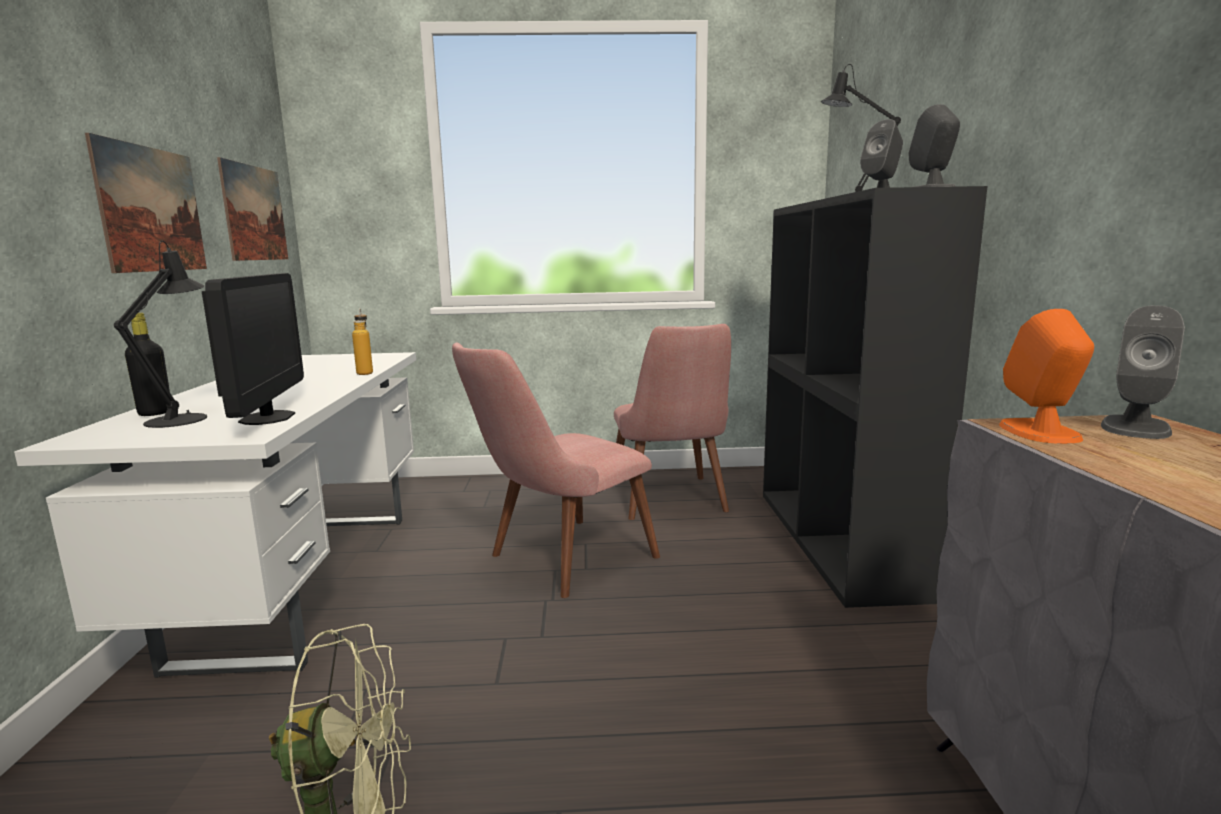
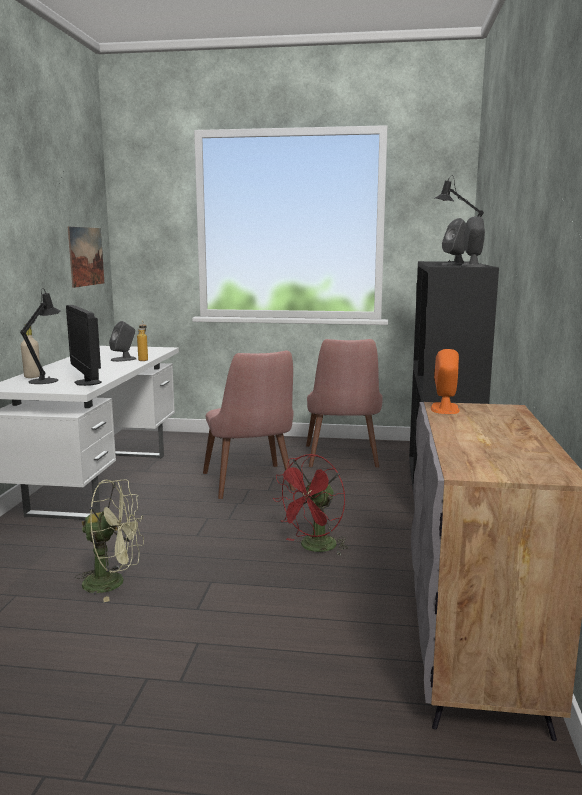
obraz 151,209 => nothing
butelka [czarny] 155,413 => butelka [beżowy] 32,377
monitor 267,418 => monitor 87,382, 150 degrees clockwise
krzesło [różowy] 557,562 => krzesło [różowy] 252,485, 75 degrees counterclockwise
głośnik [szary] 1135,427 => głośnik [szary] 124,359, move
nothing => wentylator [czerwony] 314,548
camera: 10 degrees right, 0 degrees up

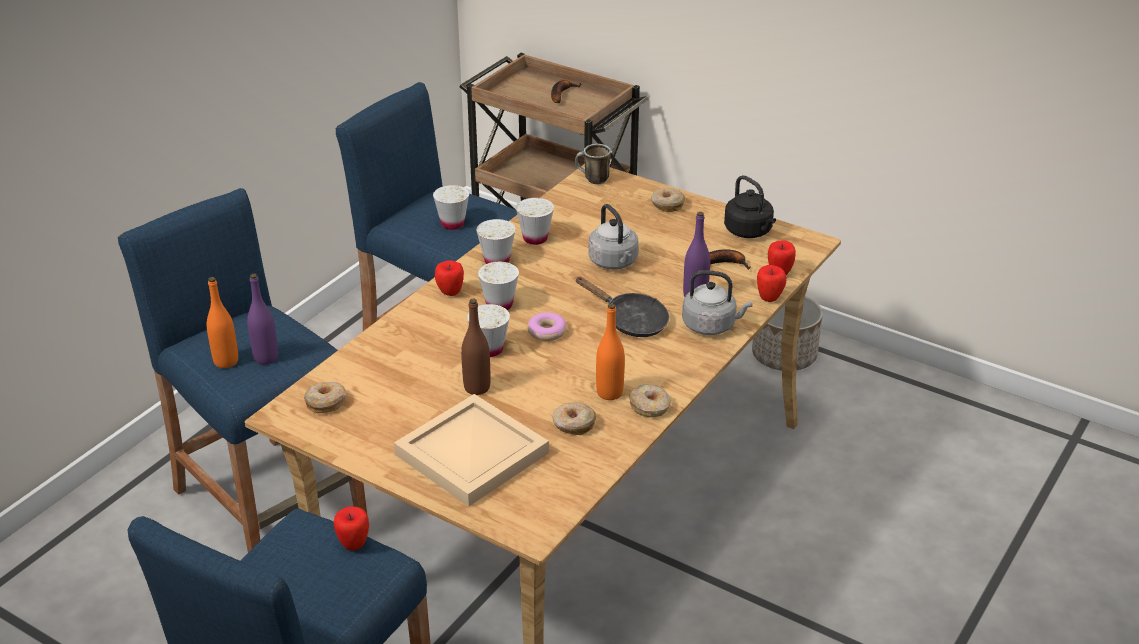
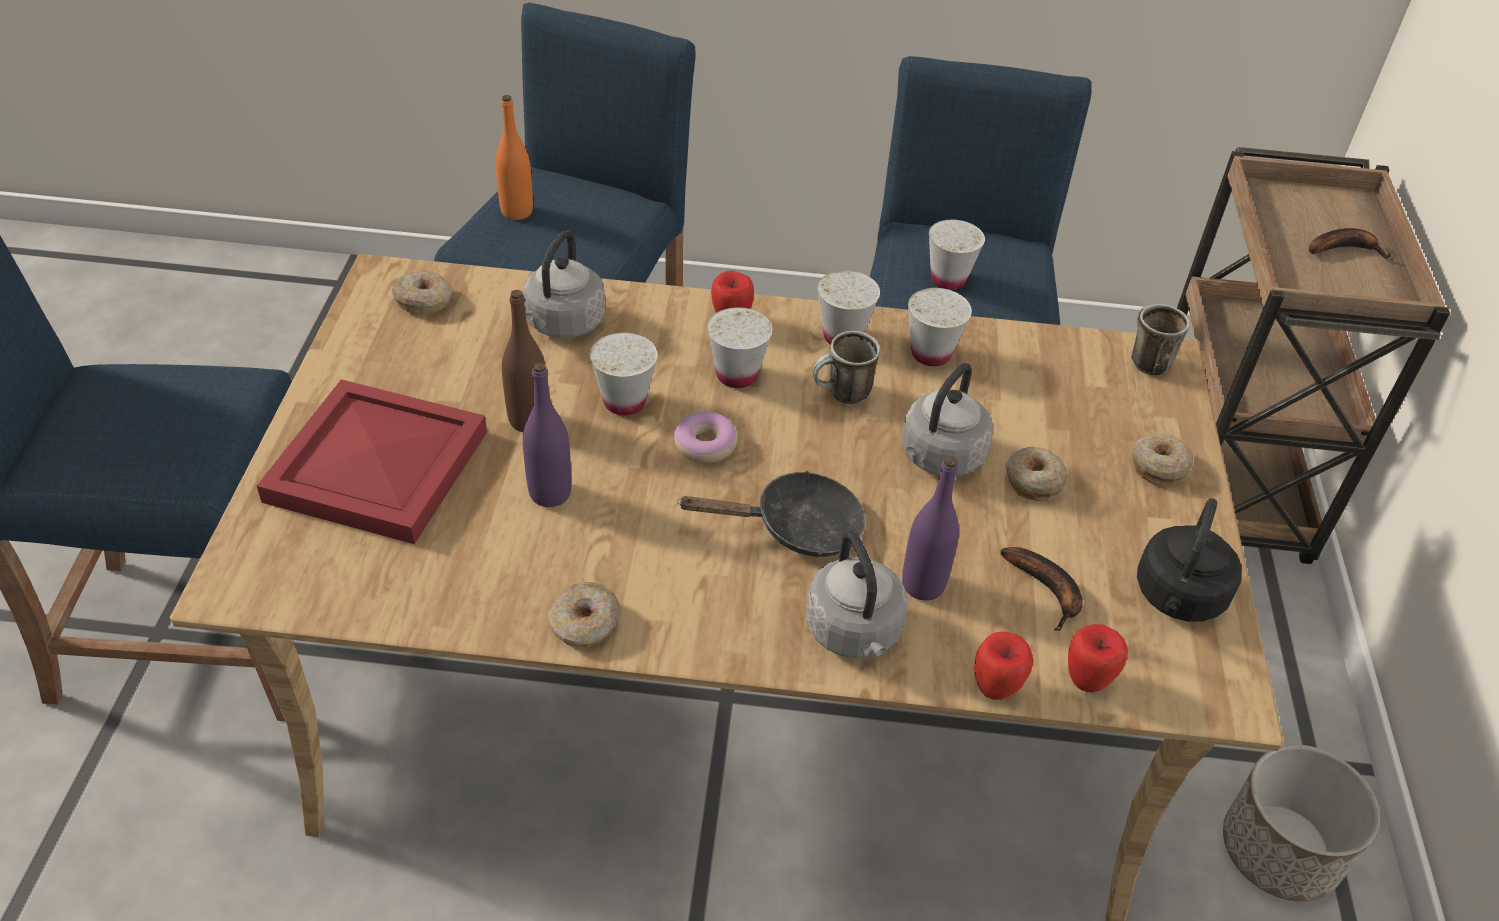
butelka [fioletowy] 266,358 => butelka [fioletowy] 550,493, move
jabłko 354,544 => nothing
taca [beżowy] 472,452 => taca [czerwony] 381,465
donut 573,424 => donut 1033,481, move
patelnia [czarny] 630,321 => patelnia [czarny] 796,527, 105 degrees counterclockwise
butelka [pomarańczowy] 609,393 => nothing
nothing => czajnik [szary] 563,324
nothing => kubek 842,396
camera: 60 degrees right, 10 degrees up

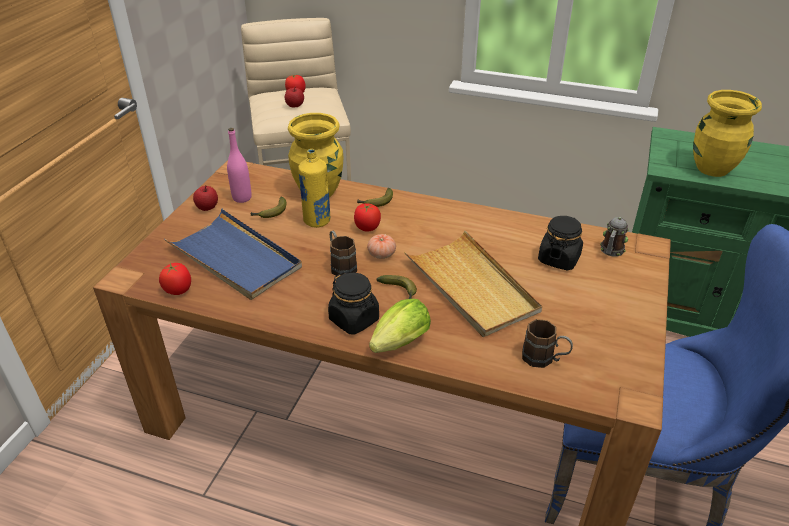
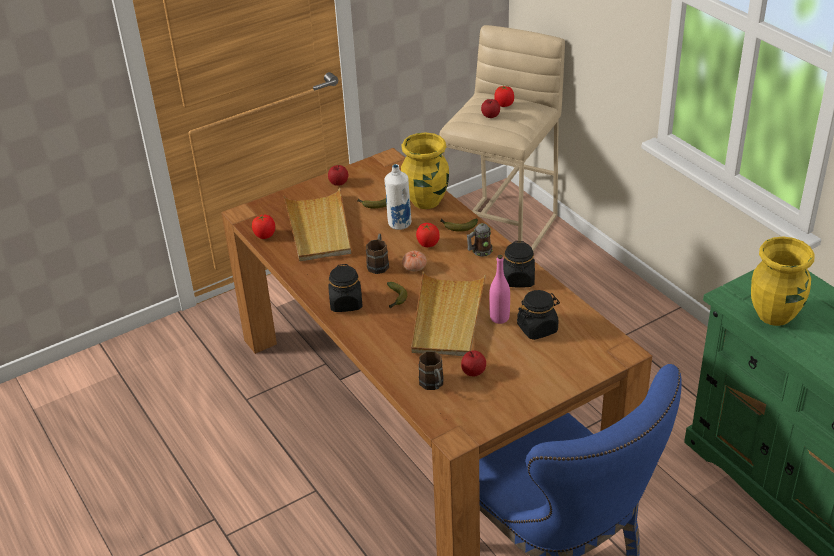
taca [niebieski] 235,258 => taca [beżowy] 319,228
butelka [różowy] 242,198 => butelka [różowy] 499,318, move
butelka [żółty] 317,221 => butelka [biały] 399,224
sałata 398,345 => nothing
kubek 611,252 => kubek 479,251, move
nothing => jabłko 473,372
nothing => słoik [czarny] 518,279
camera: 40 degrees right, 0 degrees up

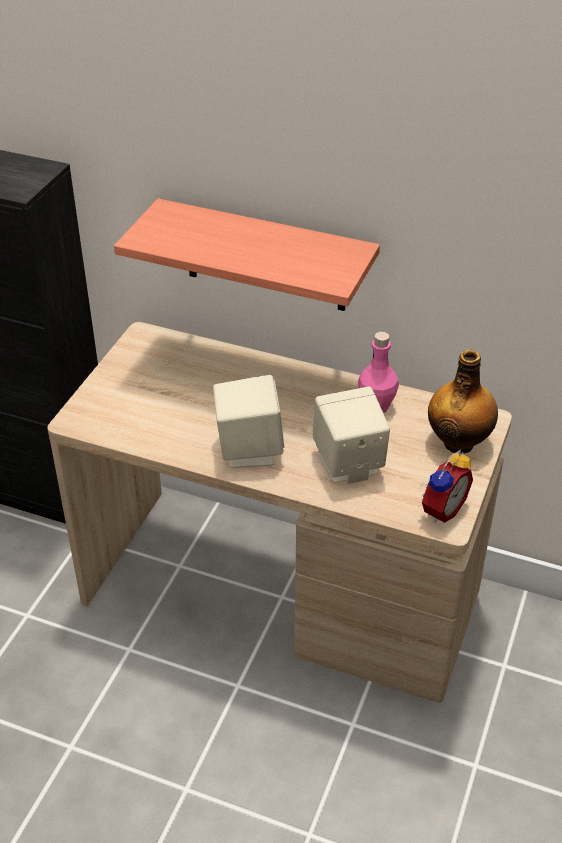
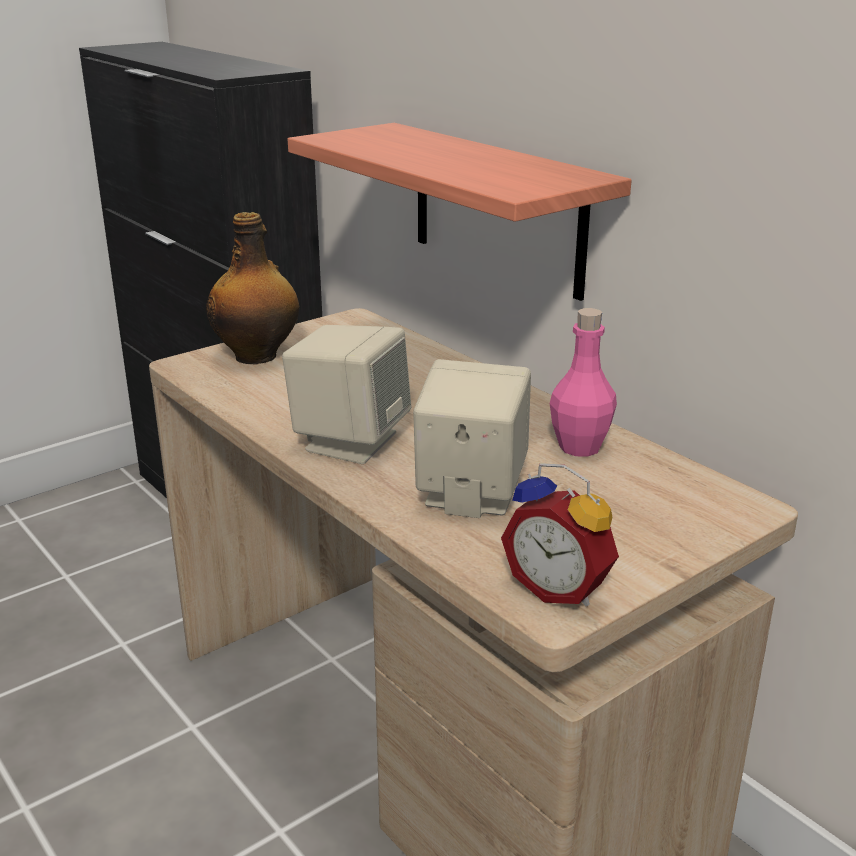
budzik 440,509 => budzik 560,588, 60 degrees clockwise
butelka 459,442 => butelka 257,356, move
camera: 30 degrees right, 15 degrees down

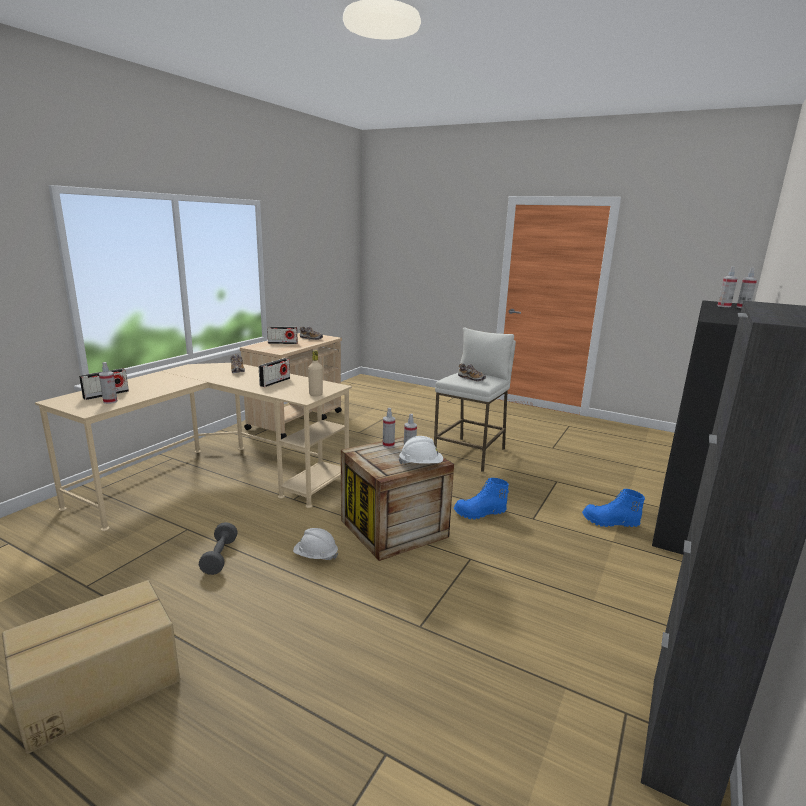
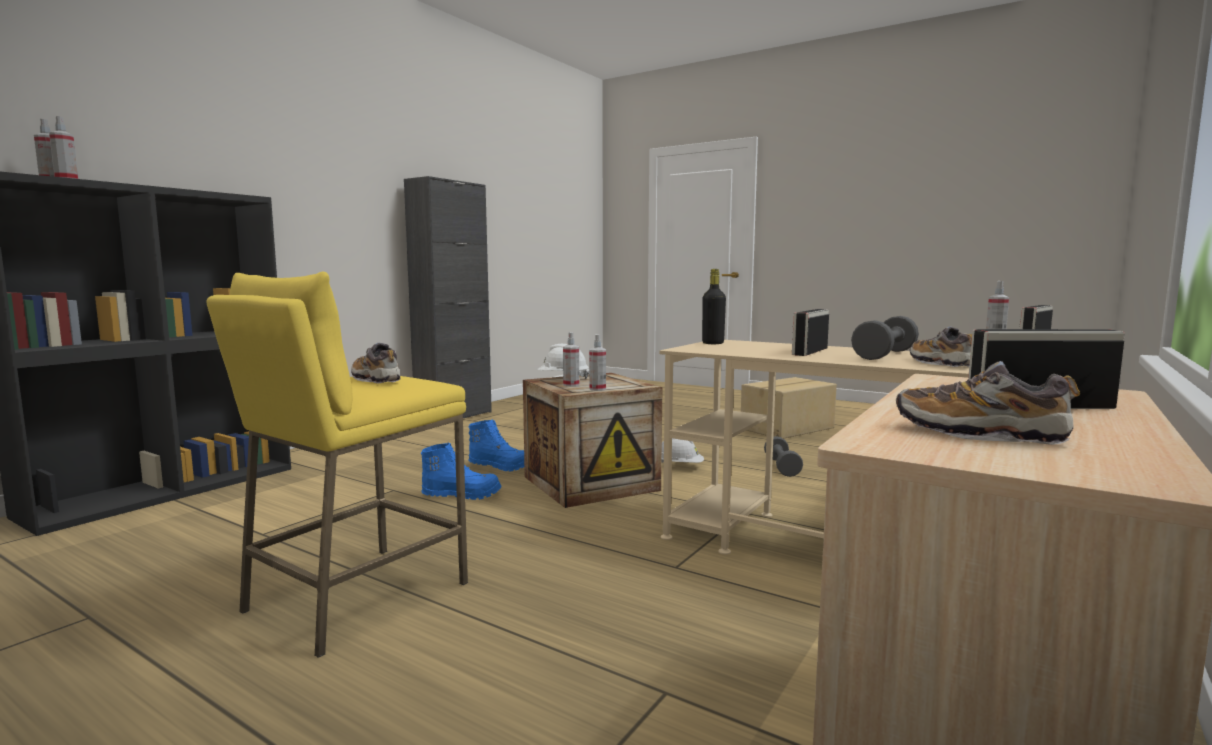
butelka [beżowy] 316,395 => butelka [czarny] 713,343
stołek [biały] 470,454 => stołek [żółty] 356,597
but z cholewką [niebieski] 610,522 => but z cholewką [niebieski] 500,466, move
nothing => hantel [szary] 885,355
camera: 175 degrees left, 10 degrees down

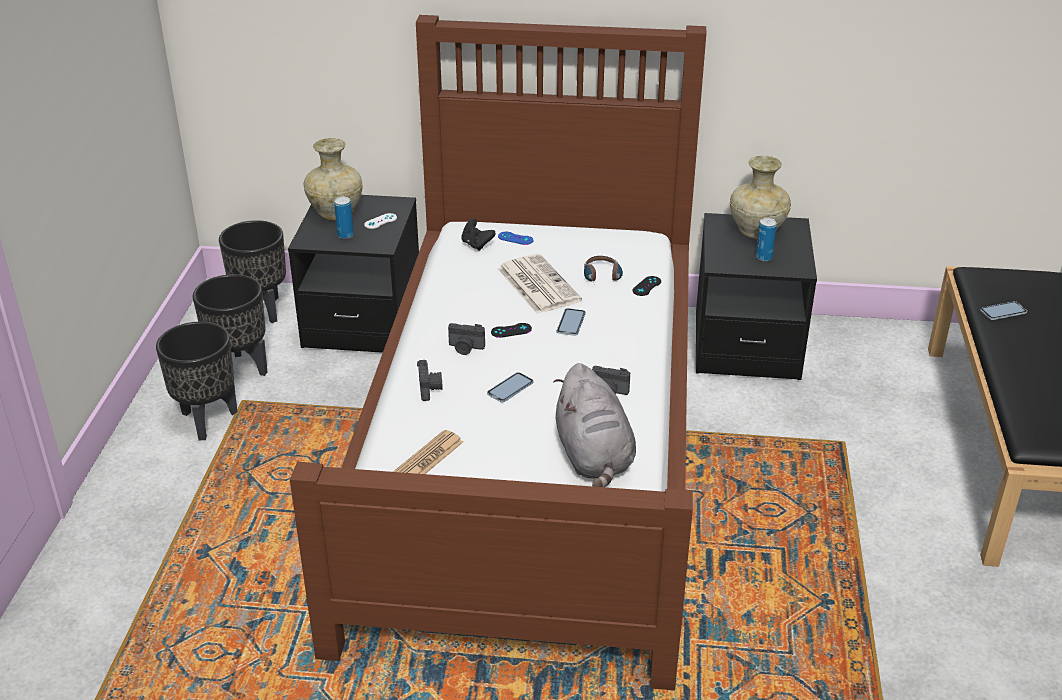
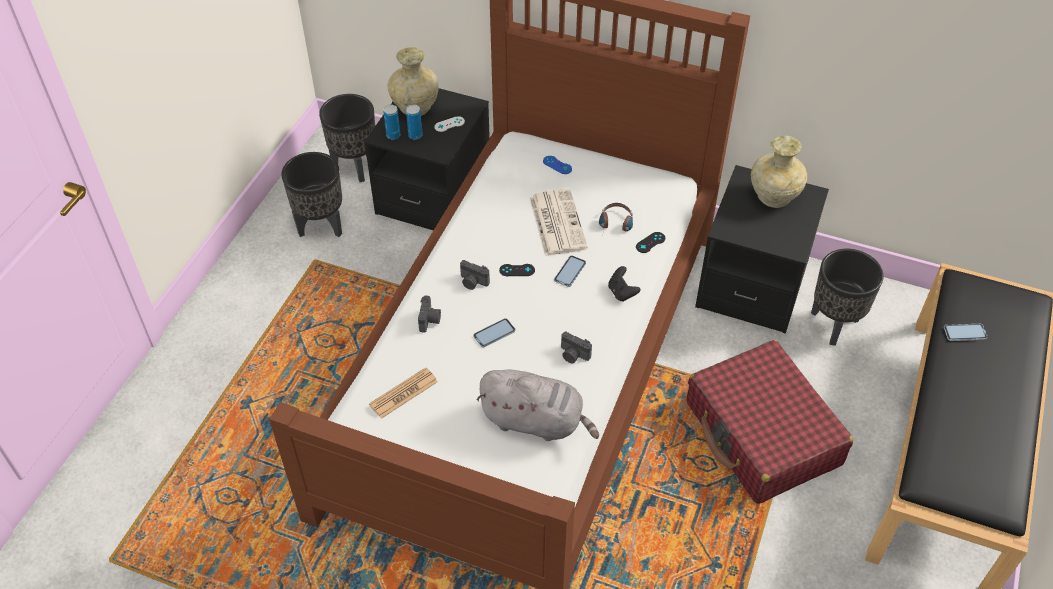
donica [czarny] 207,421 => donica [czarny] 833,325, move
pad do gier [czarny] 476,245 => pad do gier [czarny] 622,292, move
pluszak [szary] 594,457 => pluszak [szary] 536,421, 75 degrees counterclockwise
puszka 763,257 => puszka 393,135, move
nothing => walizka [czerwony] 762,434
camera: 15 degrees right, 15 degrees up

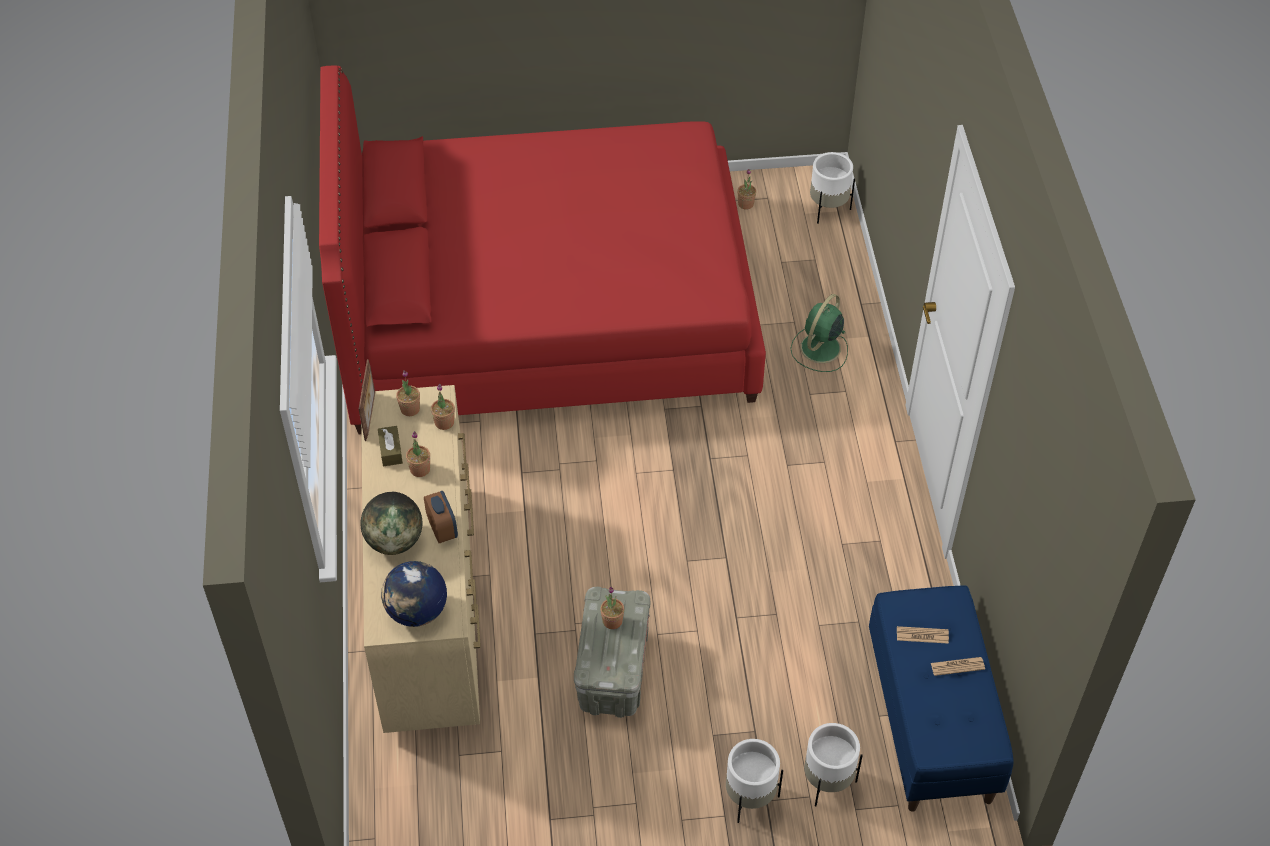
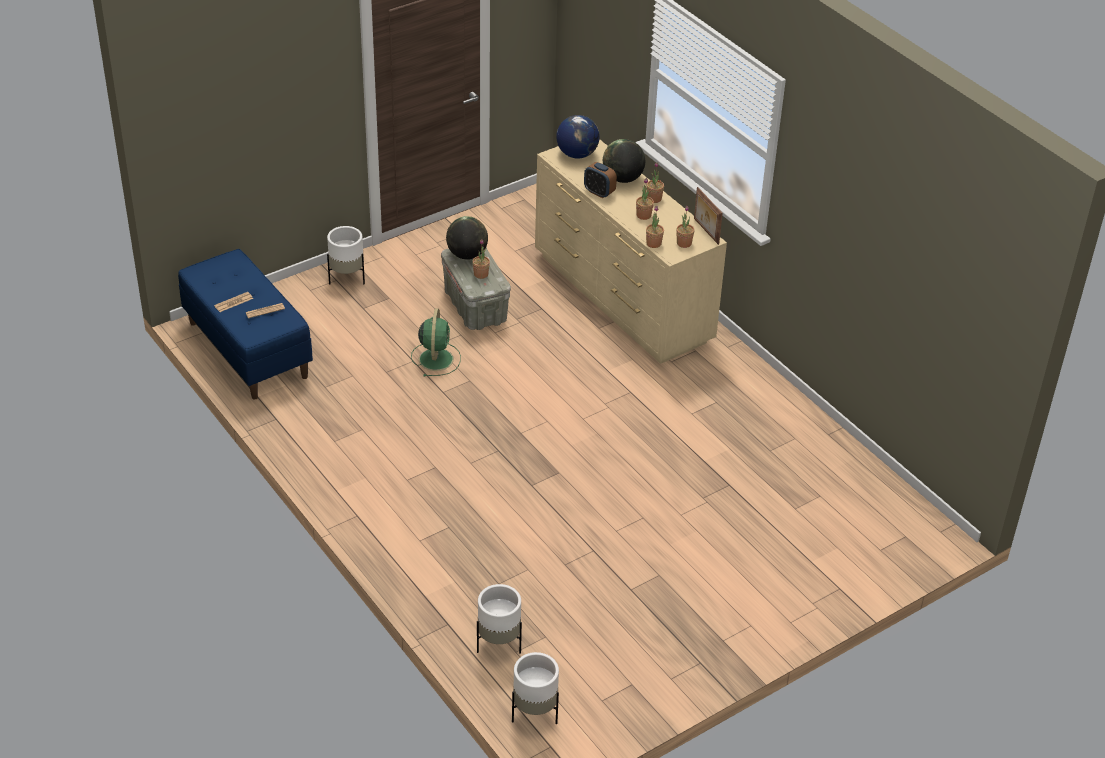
łóżko [czerwony] 547,313 => nothing
pudełko chusteczek [brązowy] 390,451 => nothing
roślina doniczkowa 745,204 => roślina doniczkowa 654,199, move
wentylator [zielony] 819,349 => wentylator [zielony] 436,358, move
donica [biały] 827,782 => donica [biały] 499,643, move
nothing => globus 467,255
camera: 150 degrees right, 10 degrees down

